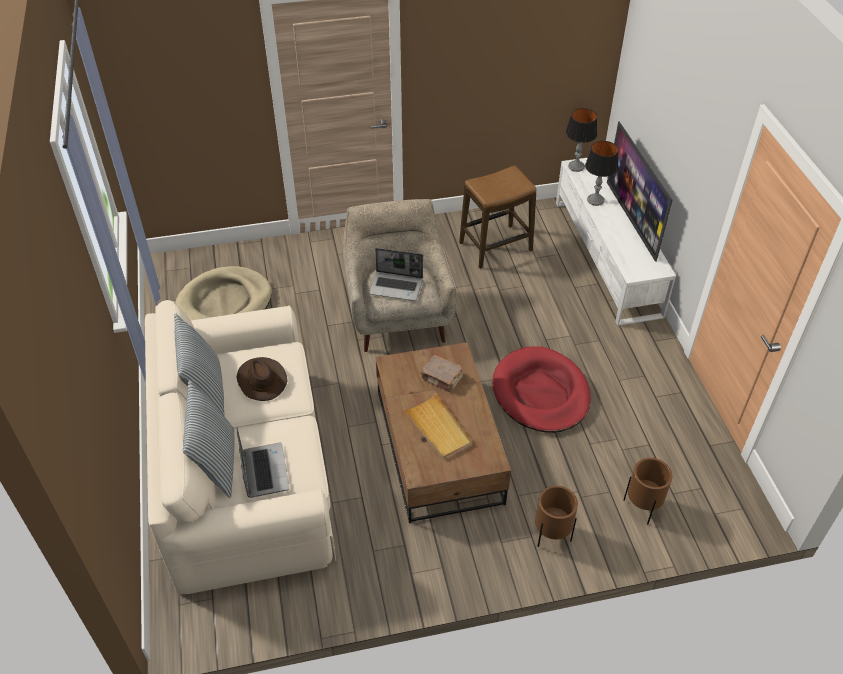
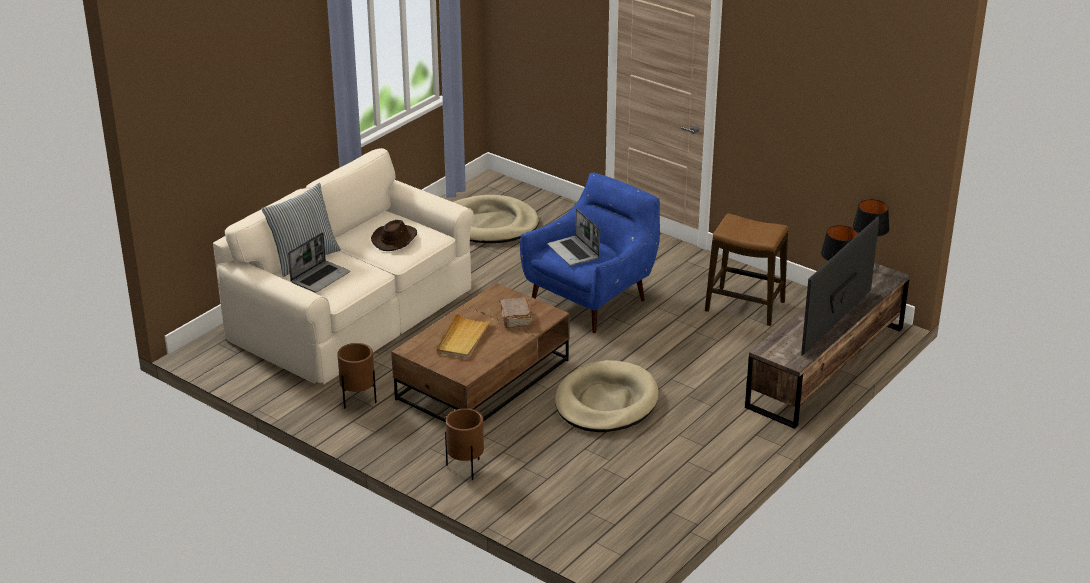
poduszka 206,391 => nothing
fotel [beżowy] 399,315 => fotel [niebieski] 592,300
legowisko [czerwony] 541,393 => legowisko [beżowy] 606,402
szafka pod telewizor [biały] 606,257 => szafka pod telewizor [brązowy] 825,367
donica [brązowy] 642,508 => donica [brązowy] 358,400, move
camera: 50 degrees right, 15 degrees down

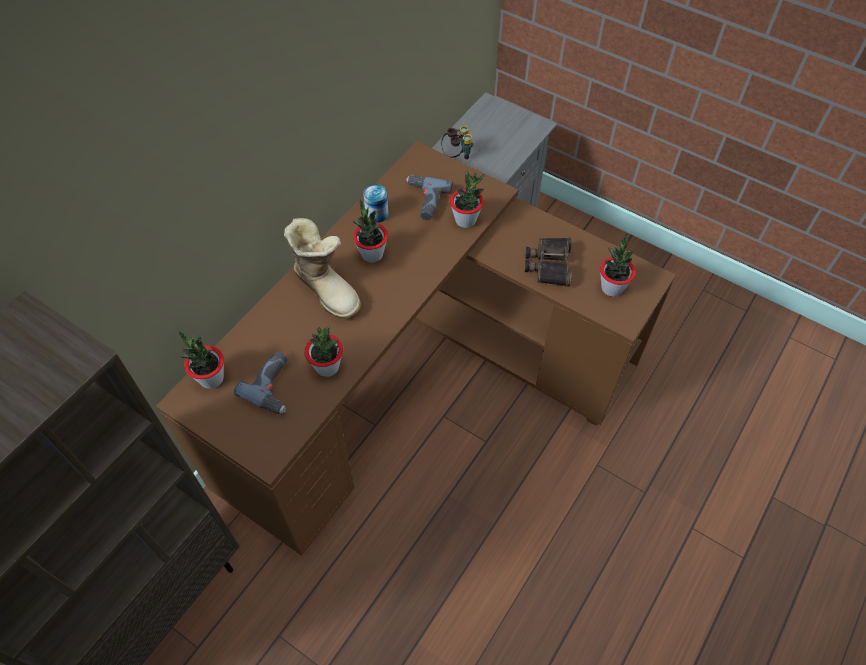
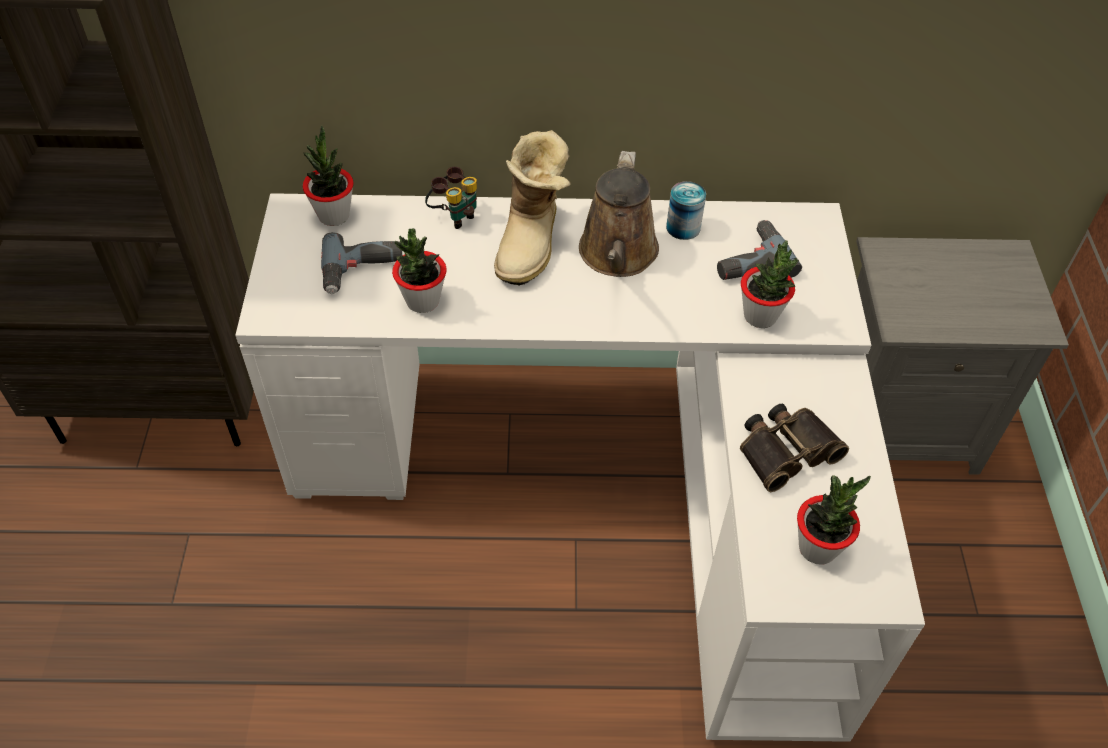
biurko [brązowy] 417,381 => biurko [biały] 602,482
roślina doniczkowa 372,254 => konewka [brązowy] 617,255
lornetka 457,155 => lornetka 454,215, move
camera: 55 degrees right, 5 degrees down

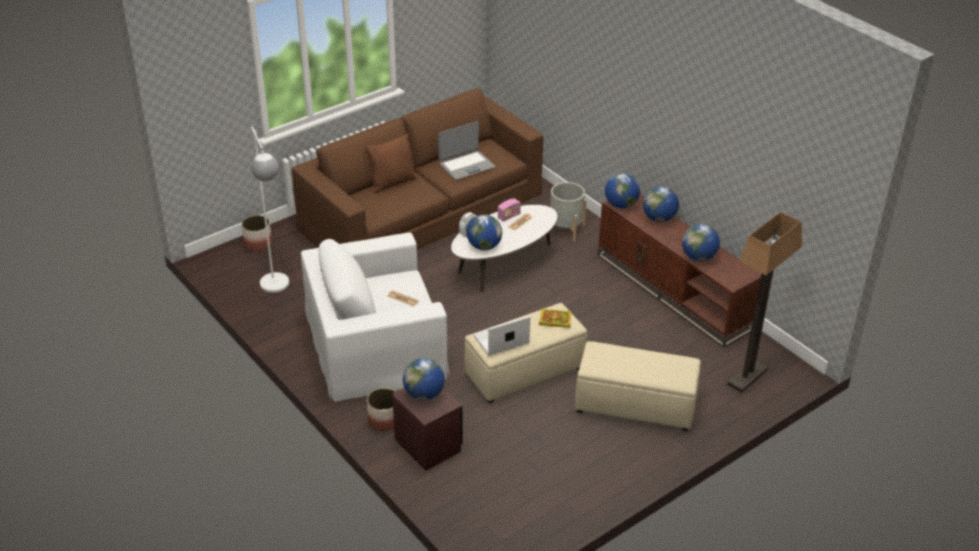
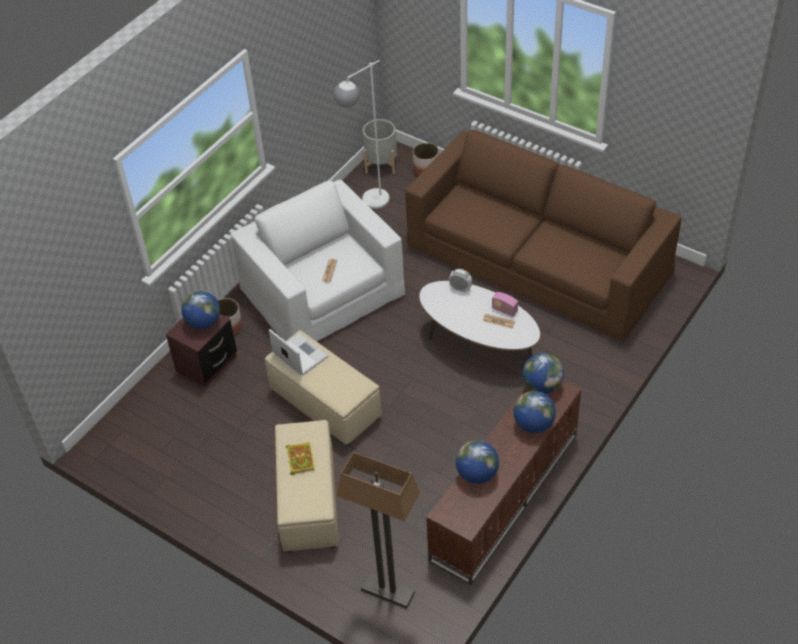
poduszka [brązowy] 393,183 => nothing
laptop 466,166 => nothing
globus 484,246 => nothing
książka 554,320 => książka 300,458, move
donica [szary] 565,229 => donica [szary] 381,164, move
camera: 75 degrees right, 10 degrees up

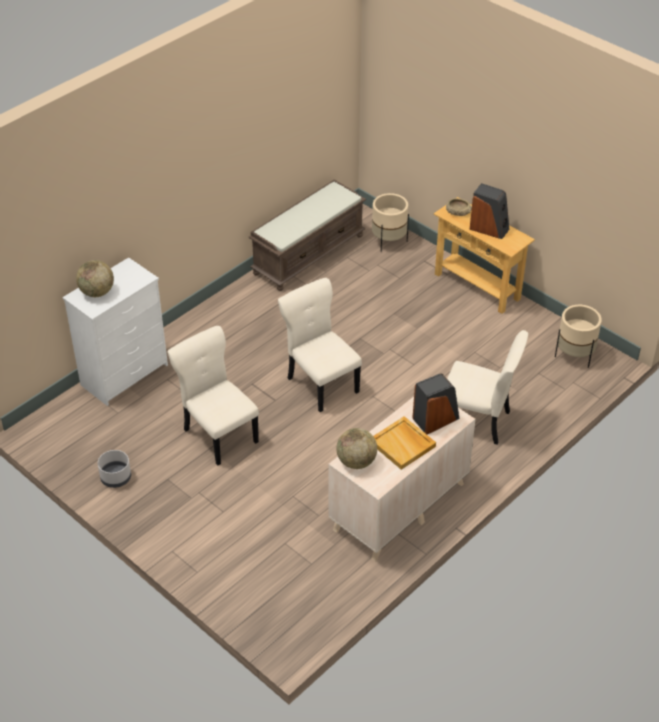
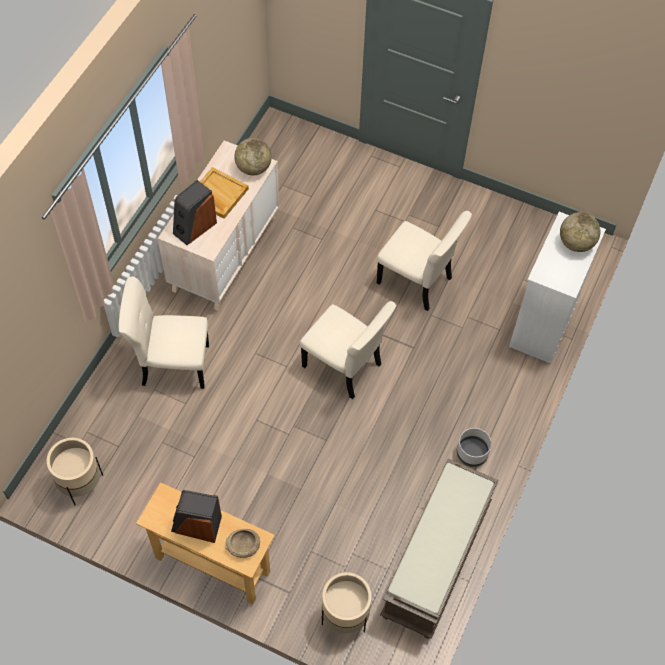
donica [szary] 116,478 => donica [szary] 471,453, move
camera: 160 degrees right, 15 degrees up

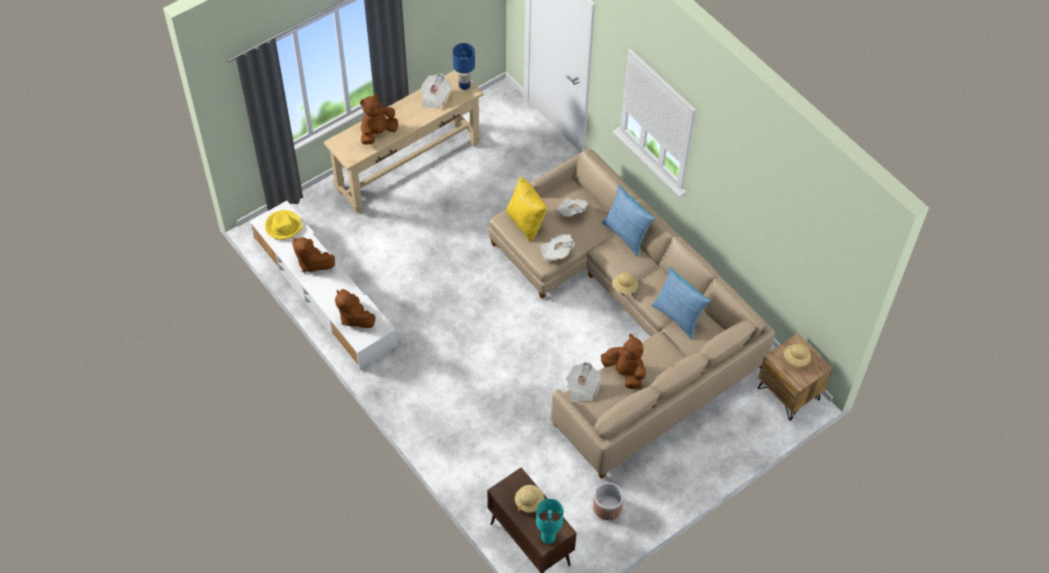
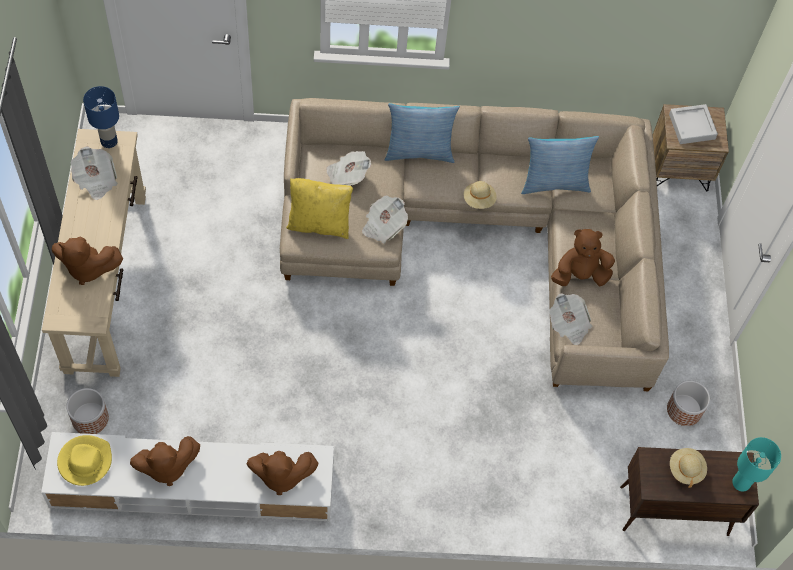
pluszak [brązowy] 378,133 => pluszak [brązowy] 87,268, 75 degrees counterclockwise
kapelusz [beżowy] 796,359 => taca [szary] 692,126
nothing => donica 90,418
camera: 55 degrees left, 5 degrees up

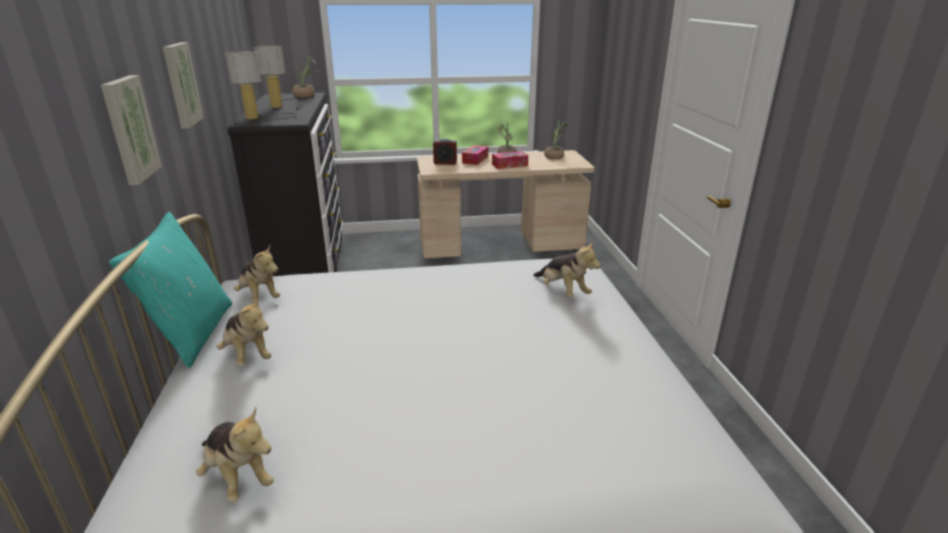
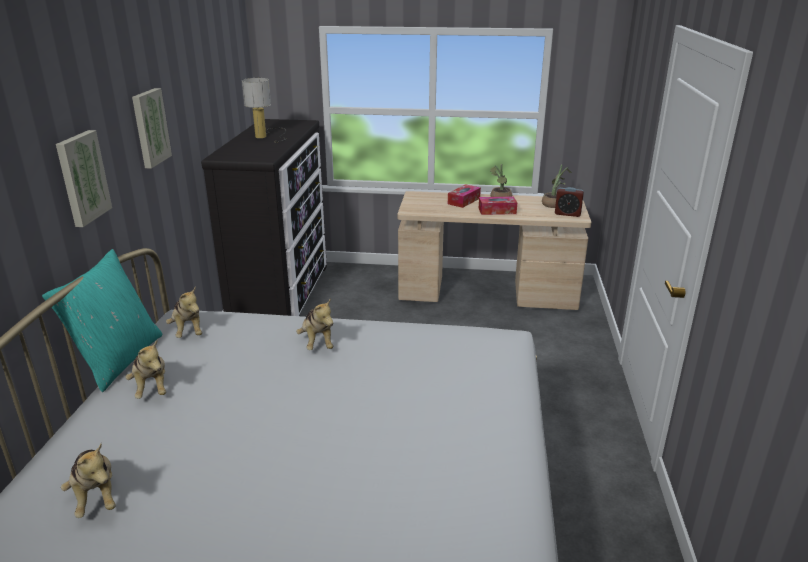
lampa stołowa 259,118 => nothing
roślina doniczkowa 307,95 => nothing
budzik 445,163 => budzik 567,214, move
pluszak 562,291 => pluszak 317,343, move
camera: 15 degrees right, 0 degrees up

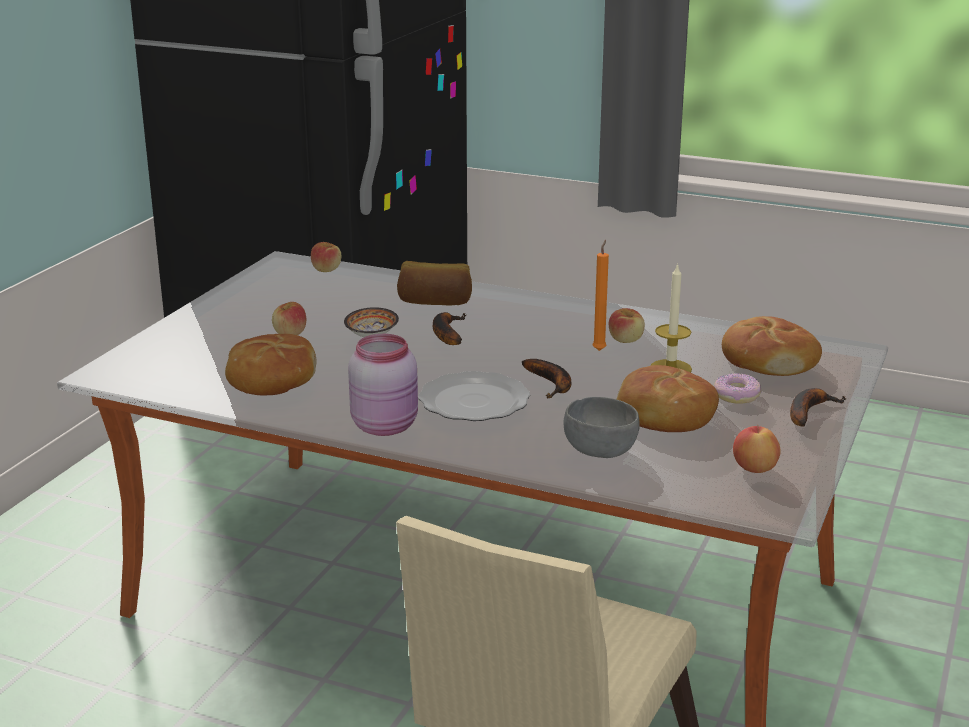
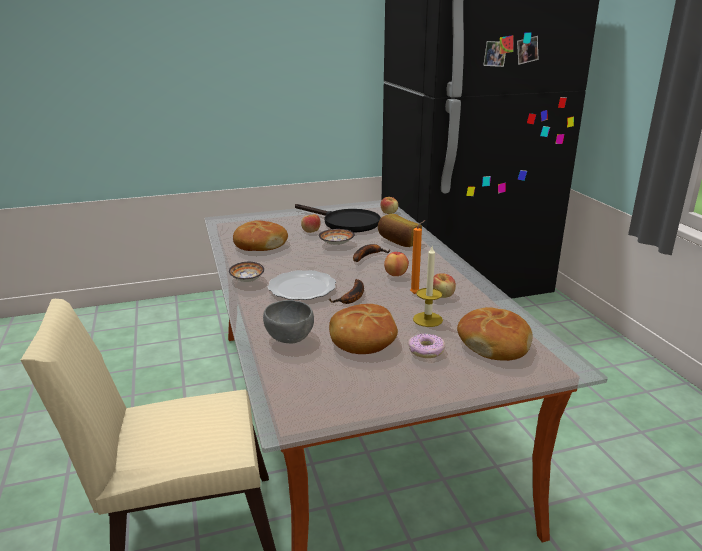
słoik [różowy] 386,425 => miska 247,280
jabłko 754,469 => jabłko 395,274, move
banan 808,411 => nothing
nothing => patelnia [czarny] 345,223
camera: 50 degrees right, 0 degrees up

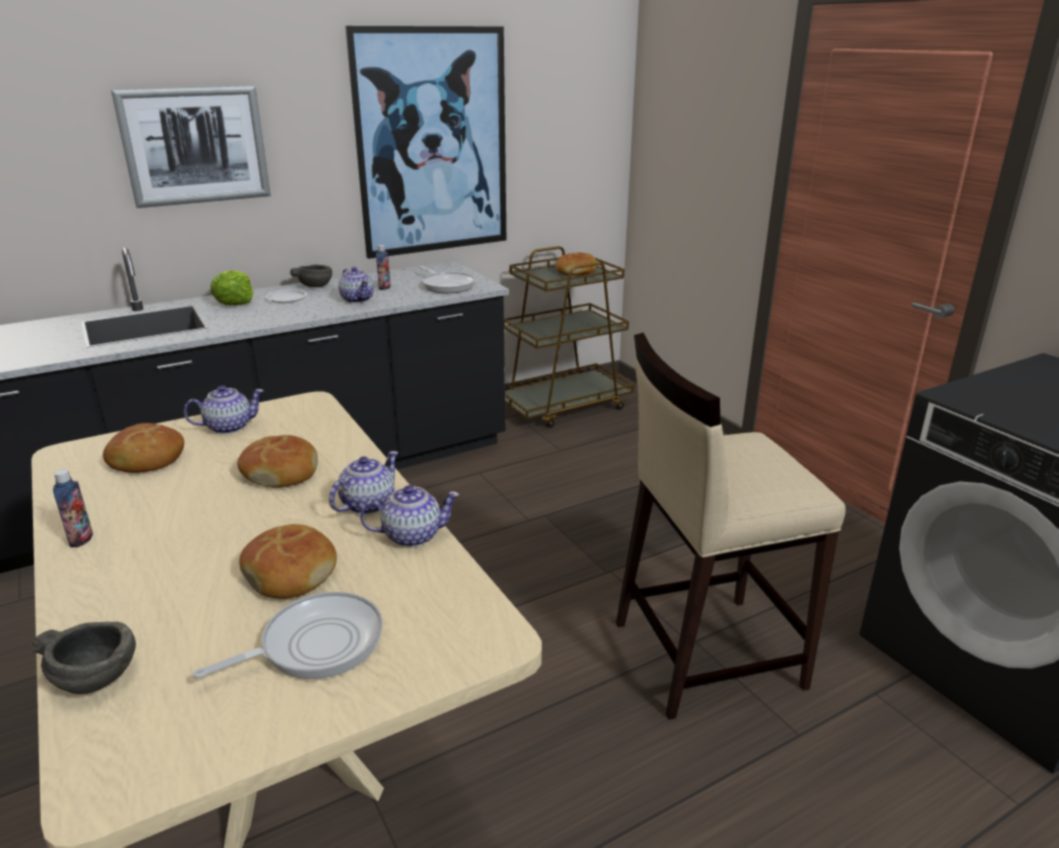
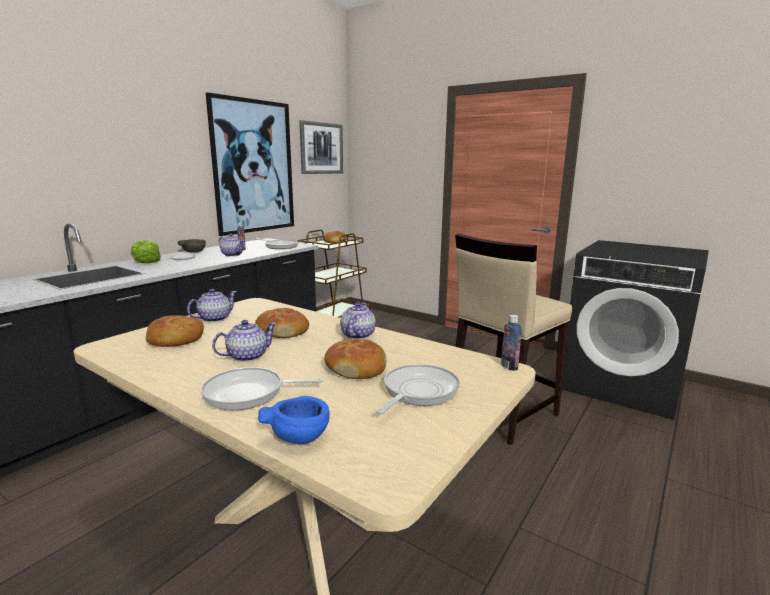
miska [szary] 96,677 => miska [niebieski] 300,436
butelka 81,539 => butelka 509,366, move
obraz 195,146 => obraz 321,148, move
imbryk 411,535 => imbryk 247,356, move
nothing => patelnia 249,393
camera: 25 degrees left, 10 degrees down

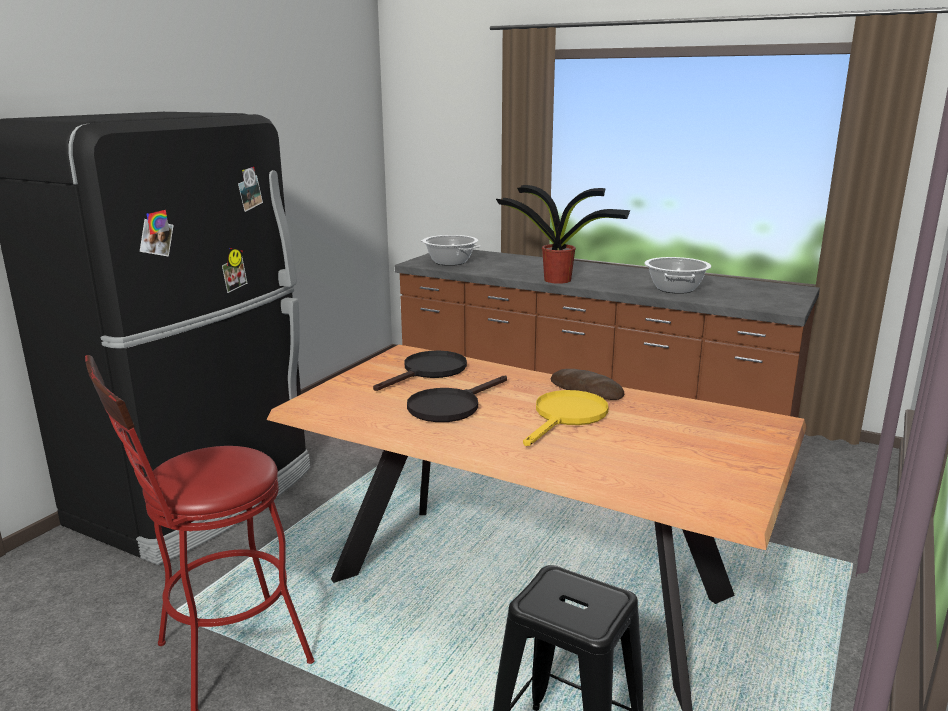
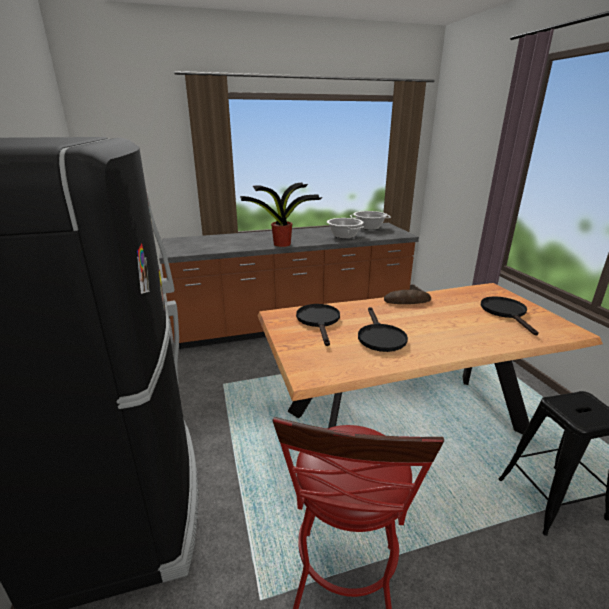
garnek 450,262 => garnek 369,227, move
patelnia [żółty] 567,417 => nothing
nothing => patelnia [czarny] 506,313
camera: 45 degrees left, 5 degrees up

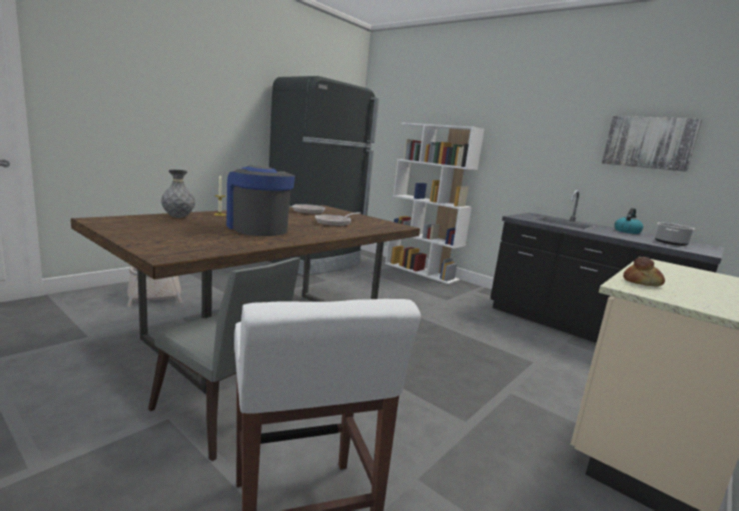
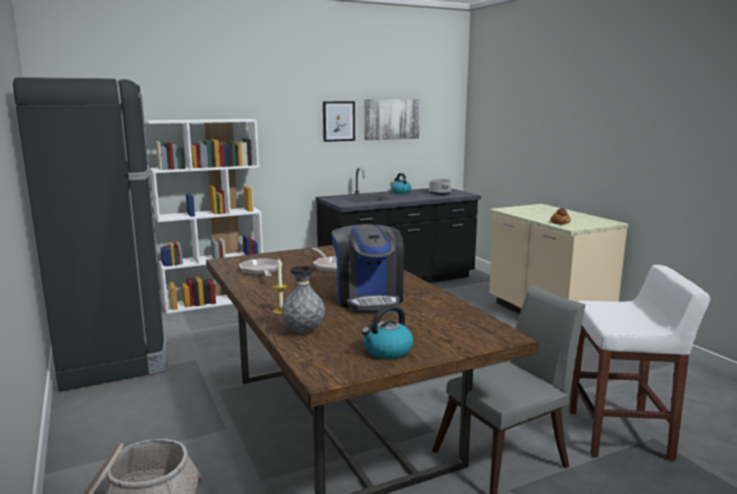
ekspres do kawy 257,228 => ekspres do kawy 368,298, 90 degrees counterclockwise
nothing => obraz 338,121
nothing => czajnik 387,351
camera: 65 degrees left, 0 degrees up

